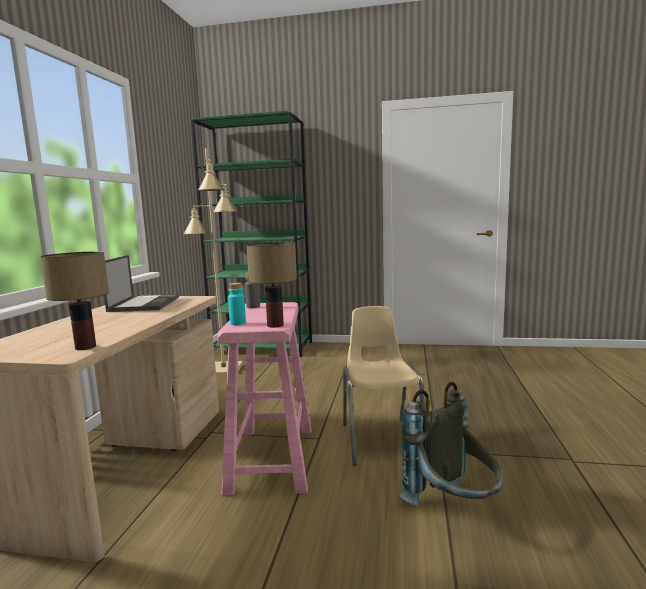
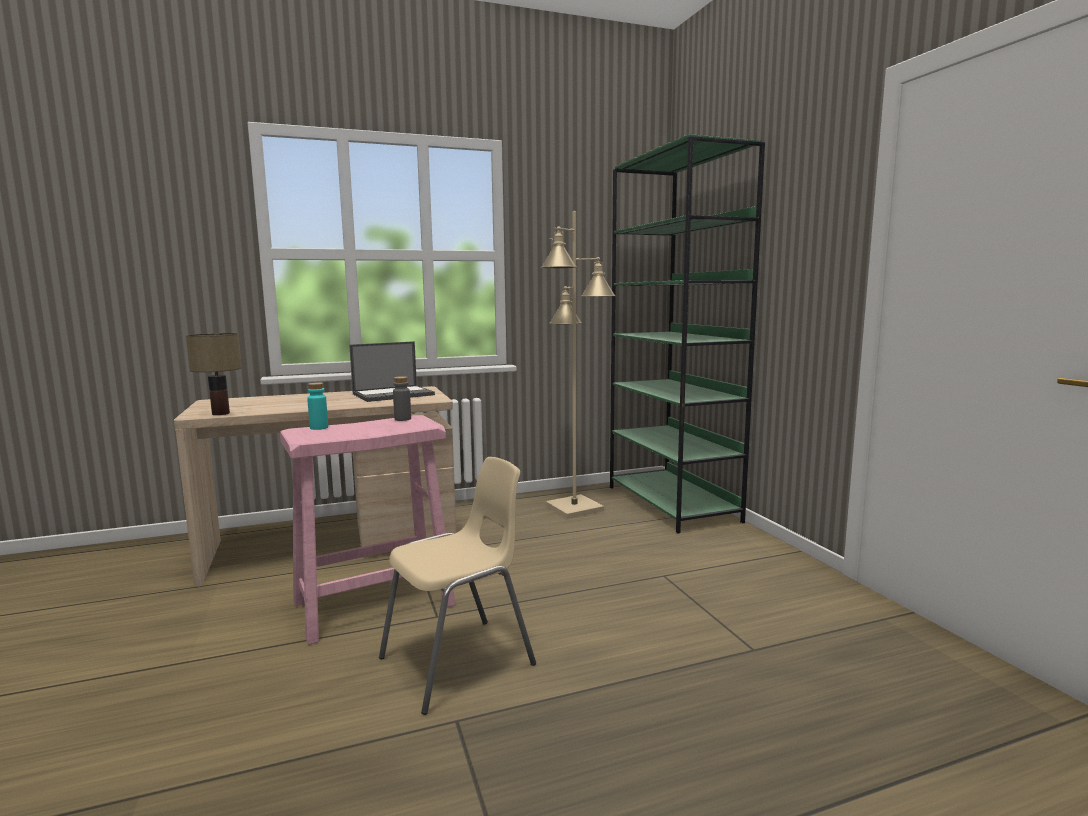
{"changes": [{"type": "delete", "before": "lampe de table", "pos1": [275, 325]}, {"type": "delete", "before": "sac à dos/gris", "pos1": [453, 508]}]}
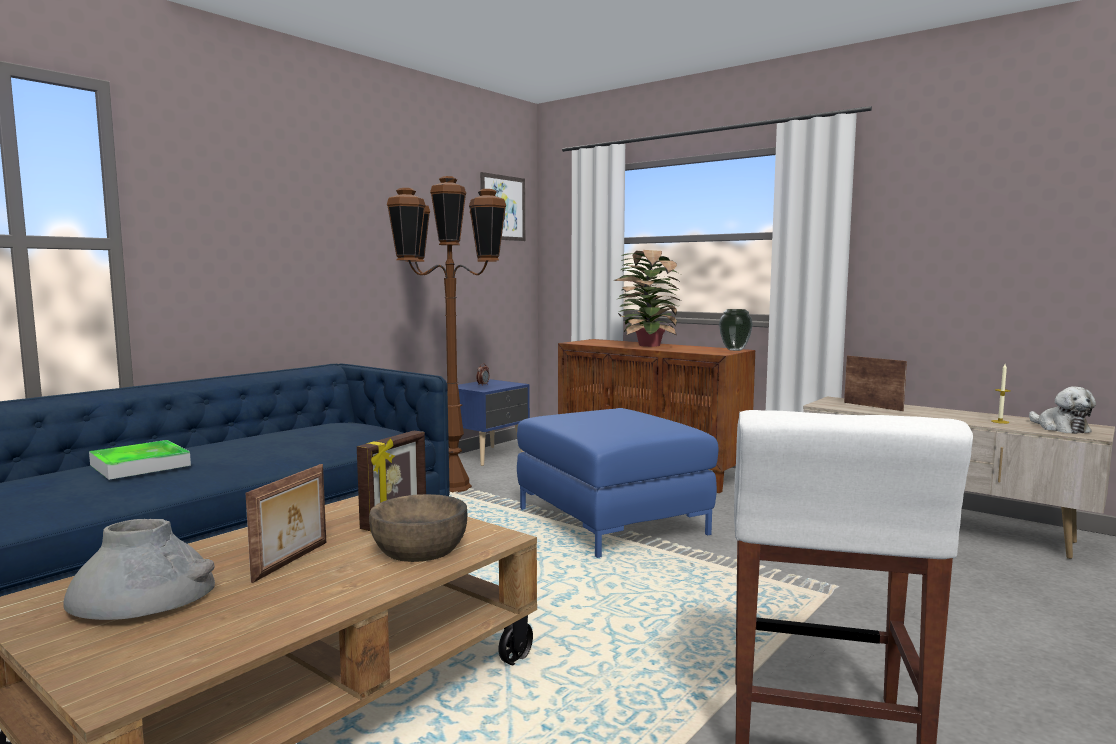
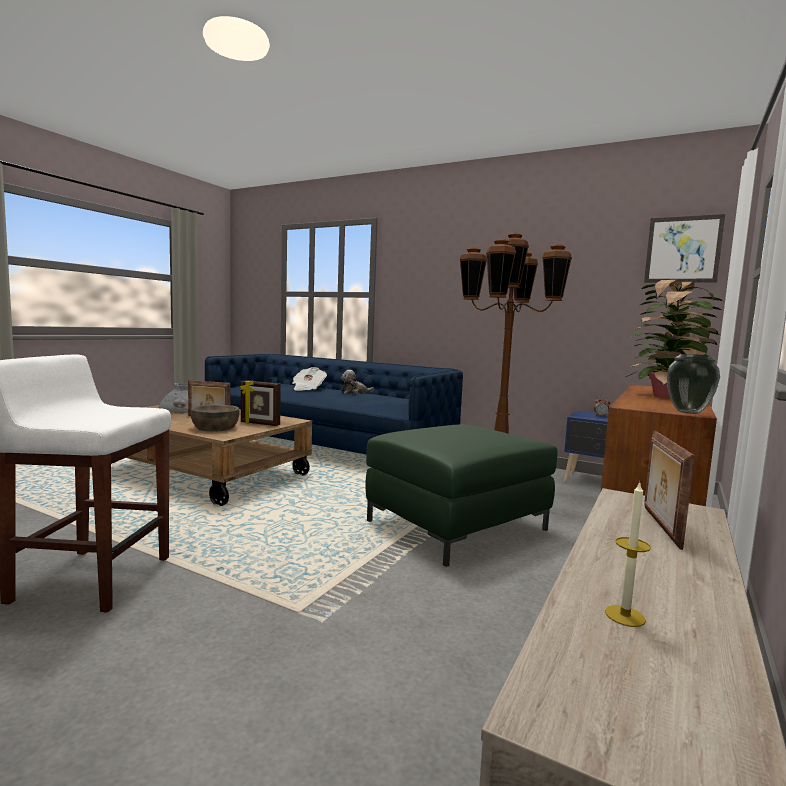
{"changes": [{"type": "move", "before": "peluche", "pos1": [1060, 428], "pos2": [355, 392]}, {"type": "replace", "before": "plateau", "after": "journal", "pos1": [140, 465], "pos2": [308, 389]}, {"type": "recolor", "before": "pouf/bleu", "after": "pouf/vert", "pos1": [610, 521], "pos2": [456, 526]}, {"type": "rotate", "before": "cadre photo", "pos1": [873, 406], "pos2": [659, 526], "turn": 150}]}
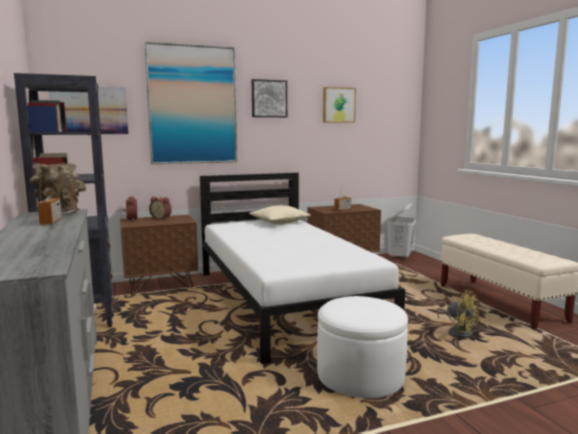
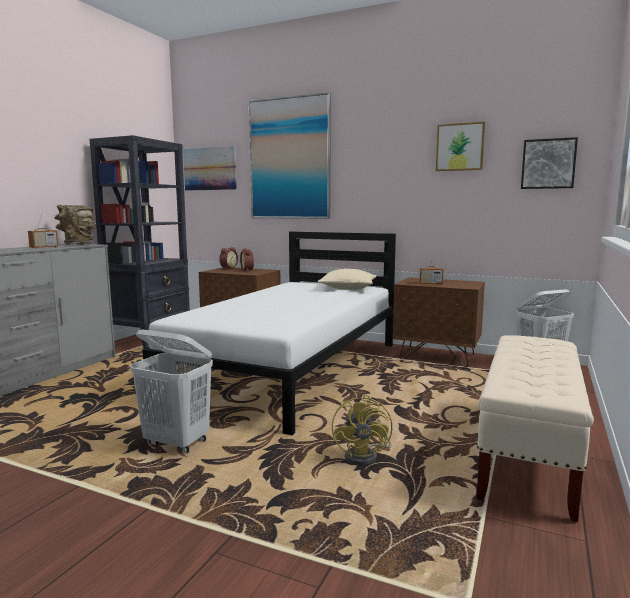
{"changes": [{"type": "move", "before": "tableau", "pos1": [269, 98], "pos2": [548, 164]}, {"type": "replace", "before": "pouf/blanc", "after": "panier à linge/blanc", "pos1": [360, 375], "pos2": [177, 443]}]}
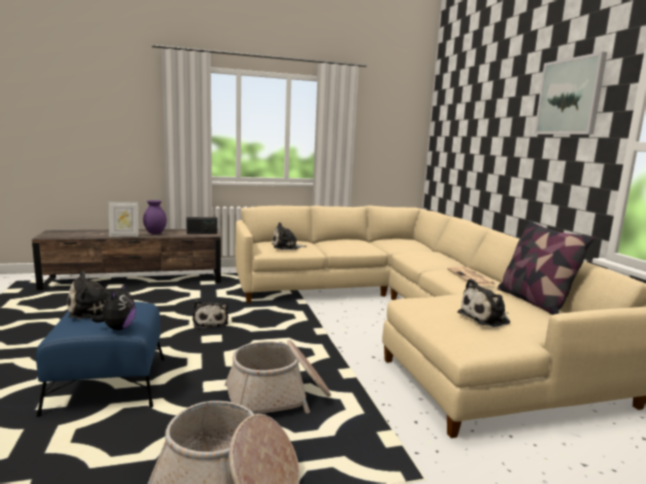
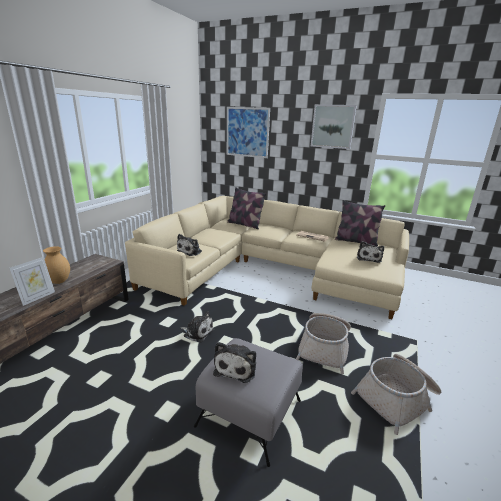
{"changes": [{"type": "delete", "before": "peluche", "pos1": [118, 328]}, {"type": "delete", "before": "radio", "pos1": [202, 233]}, {"type": "insert", "after": "tableau", "pos2": [247, 132]}, {"type": "insert", "after": "coussin", "pos2": [245, 224]}, {"type": "recolor", "before": "pouf/bleu", "after": "pouf/gris", "pos1": [109, 385], "pos2": [249, 413]}, {"type": "recolor", "before": "vase/violet", "after": "vase/marron", "pos1": [155, 233], "pos2": [59, 281]}]}
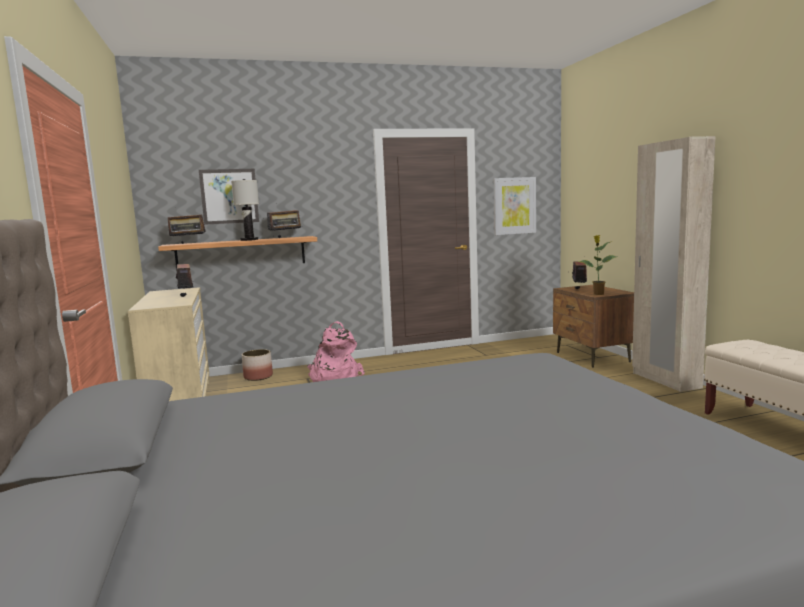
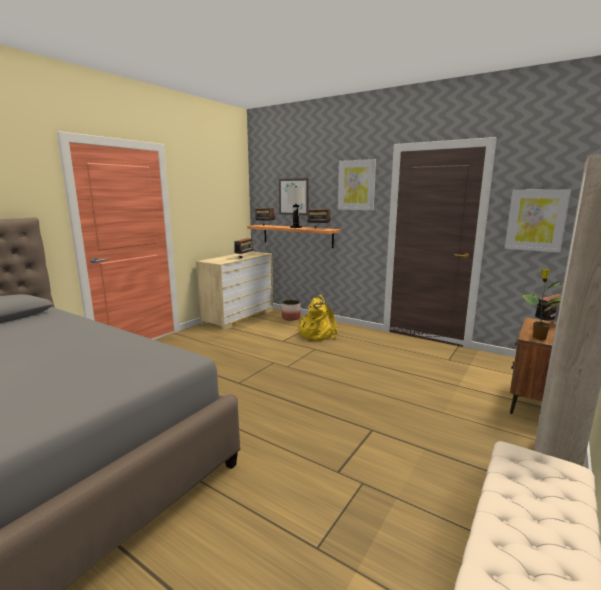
{"changes": [{"type": "insert", "after": "tableau", "pos2": [356, 185]}, {"type": "recolor", "before": "sac à dos/rose", "after": "sac à dos/jaune", "pos1": [334, 378], "pos2": [317, 334]}]}
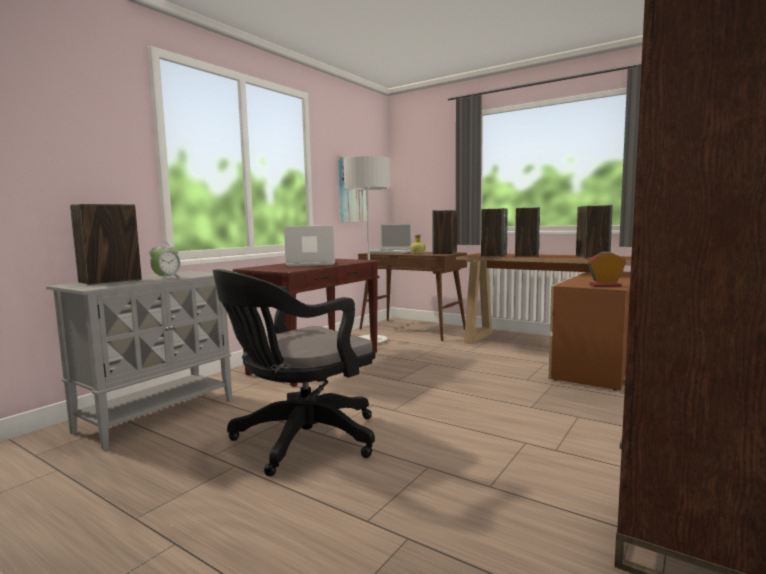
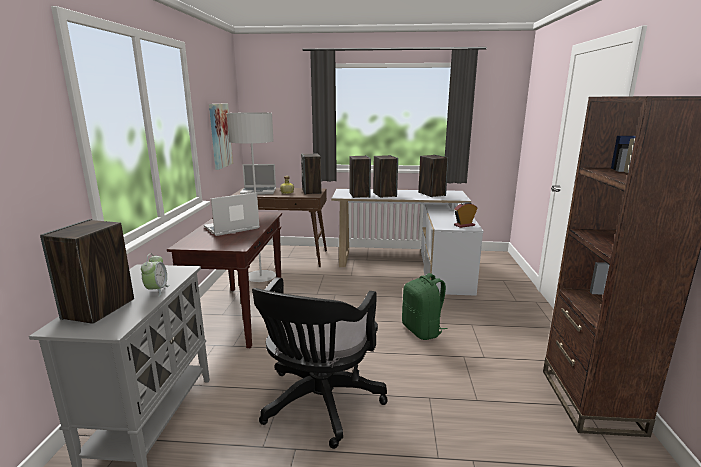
{"changes": [{"type": "insert", "after": "sac à dos/vert", "pos2": [422, 331]}, {"type": "recolor", "before": "bureau/marron", "after": "bureau/blanc", "pos1": [557, 353], "pos2": [410, 266]}]}
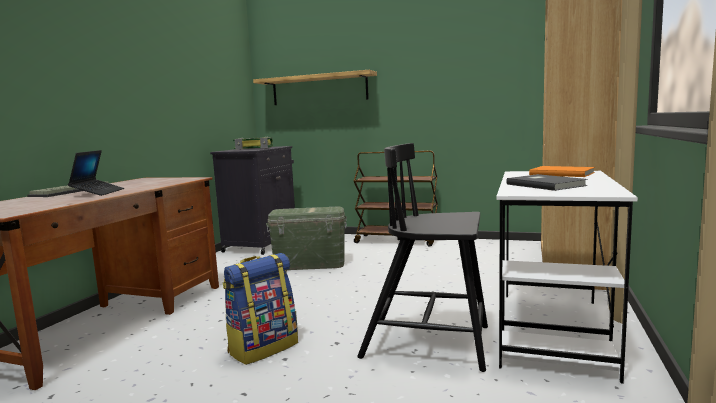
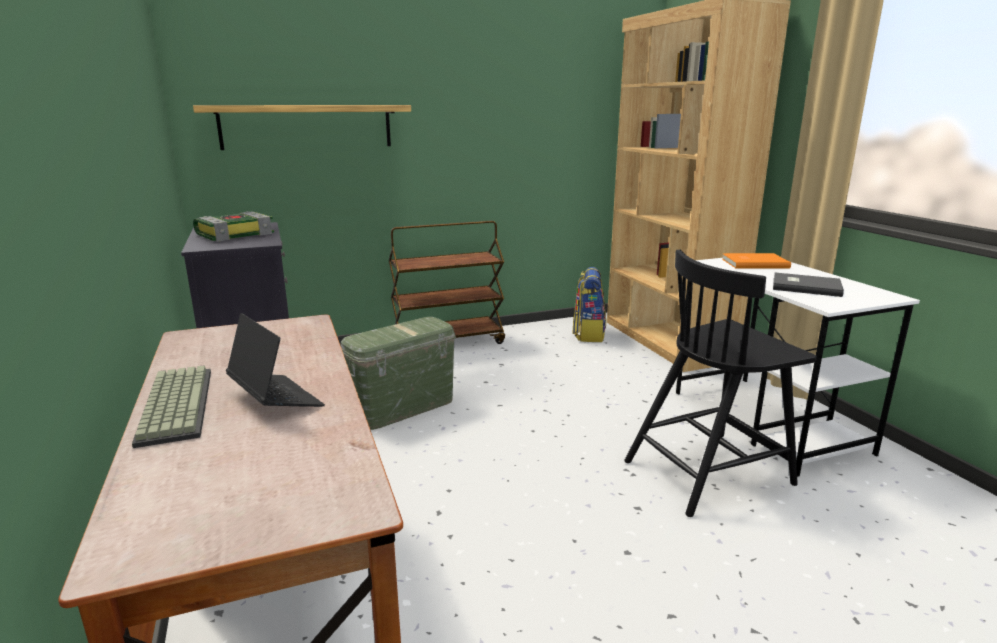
{"changes": [{"type": "move", "before": "sac à dos", "pos1": [263, 348], "pos2": [588, 334]}]}
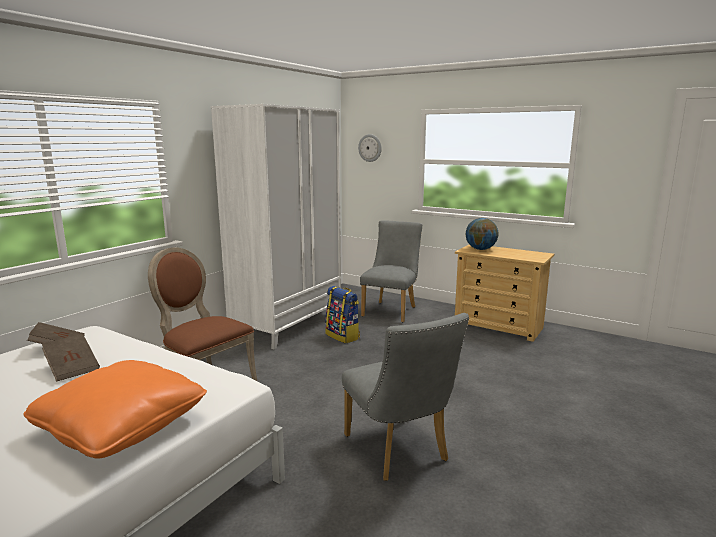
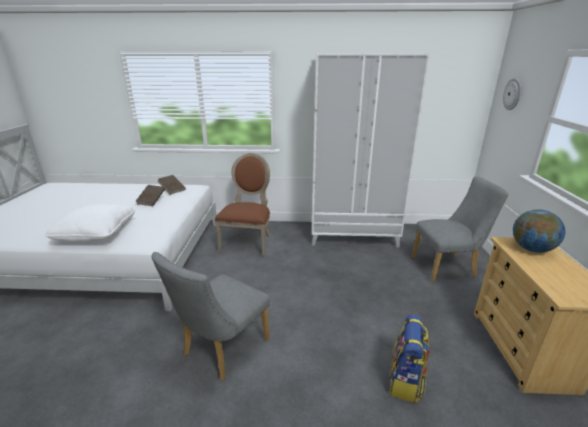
{"changes": [{"type": "move", "before": "sac à dos", "pos1": [343, 336], "pos2": [406, 381]}, {"type": "recolor", "before": "coussin/orange", "after": "coussin/blanc", "pos1": [122, 426], "pos2": [96, 233]}]}
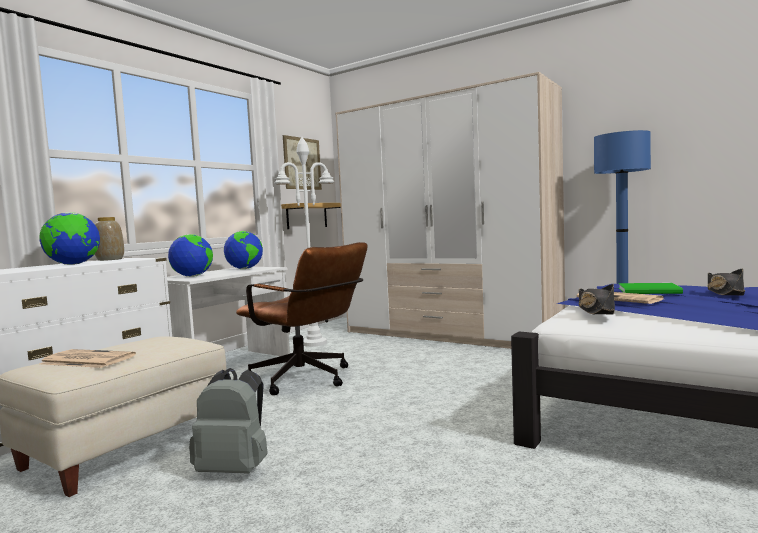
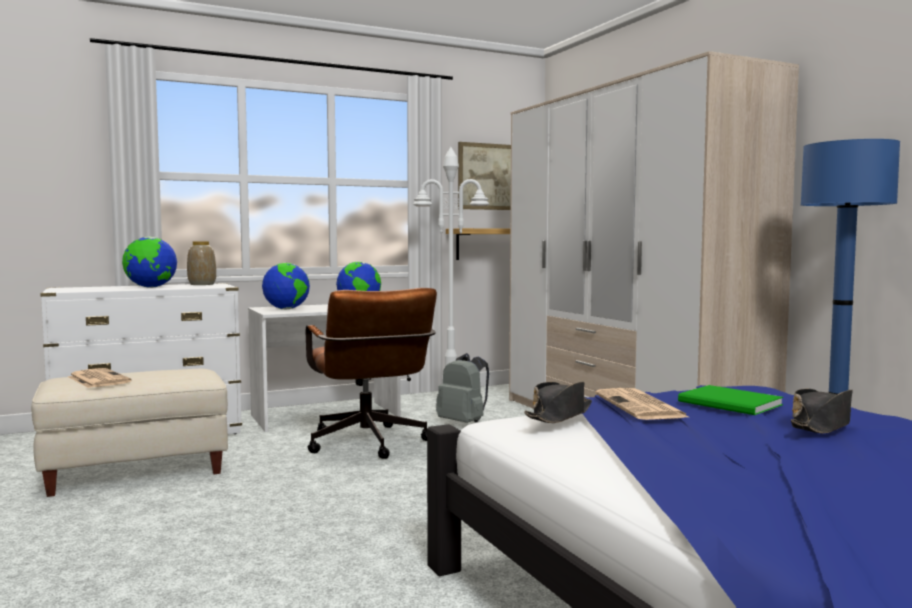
{"changes": [{"type": "move", "before": "sac à dos/gris", "pos1": [235, 469], "pos2": [464, 423]}]}
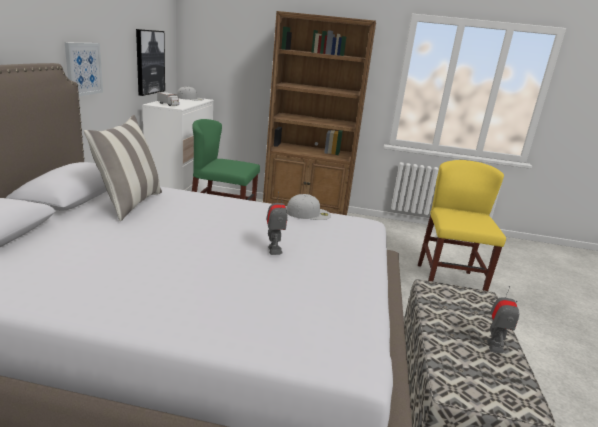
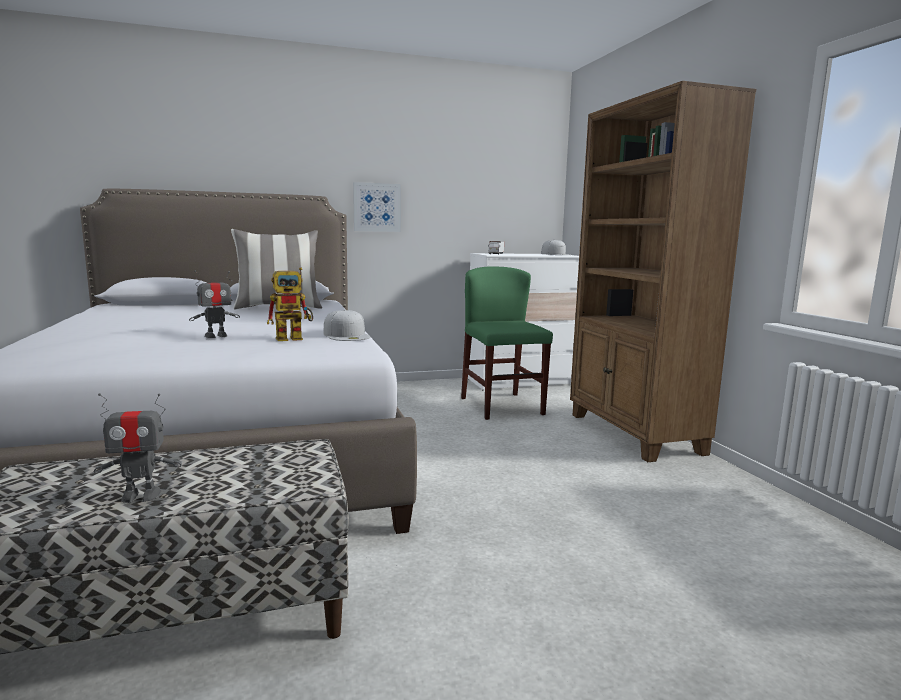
{"changes": [{"type": "delete", "before": "tableau", "pos1": [149, 62]}, {"type": "delete", "before": "chaise/jaune", "pos1": [448, 283]}, {"type": "insert", "after": "robot jouet", "pos2": [295, 338]}]}
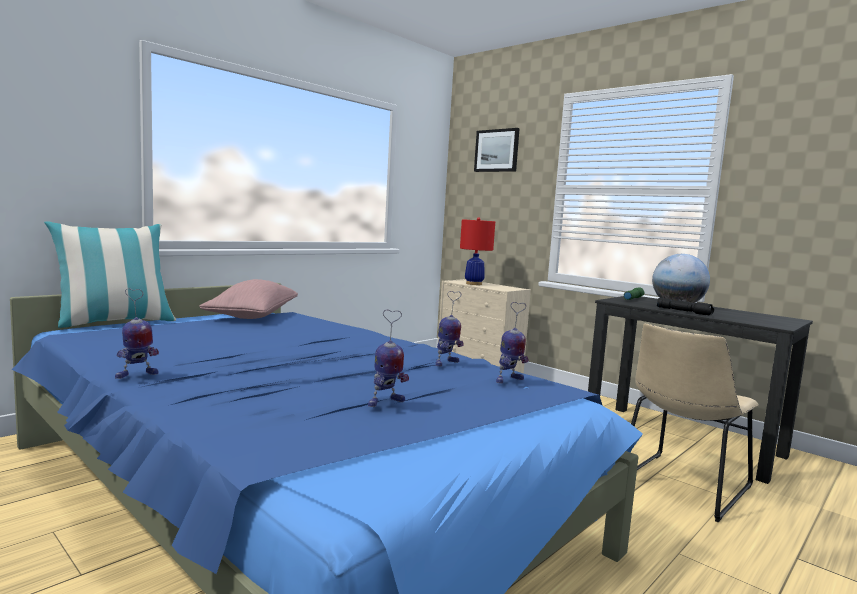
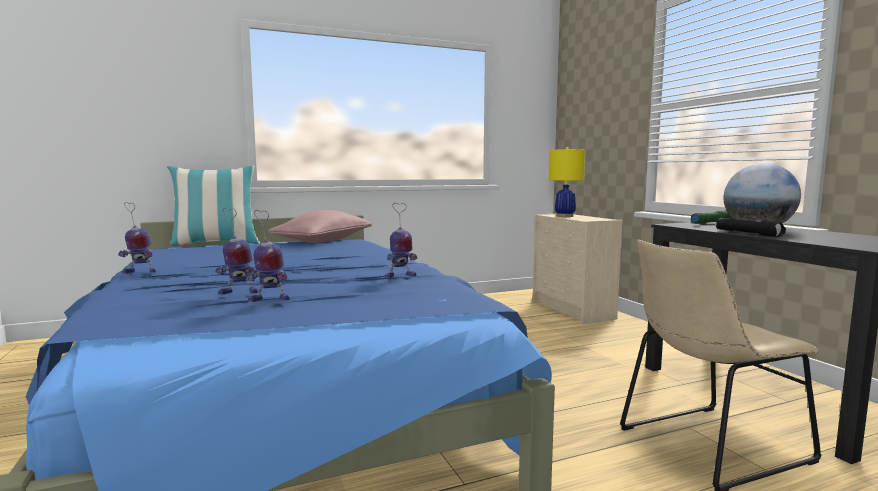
{"changes": [{"type": "delete", "before": "tableau", "pos1": [497, 150]}, {"type": "move", "before": "robot jouet", "pos1": [508, 380], "pos2": [238, 293]}, {"type": "recolor", "before": "lampe de table/rouge", "after": "lampe de table/jaune", "pos1": [474, 284], "pos2": [564, 216]}]}
